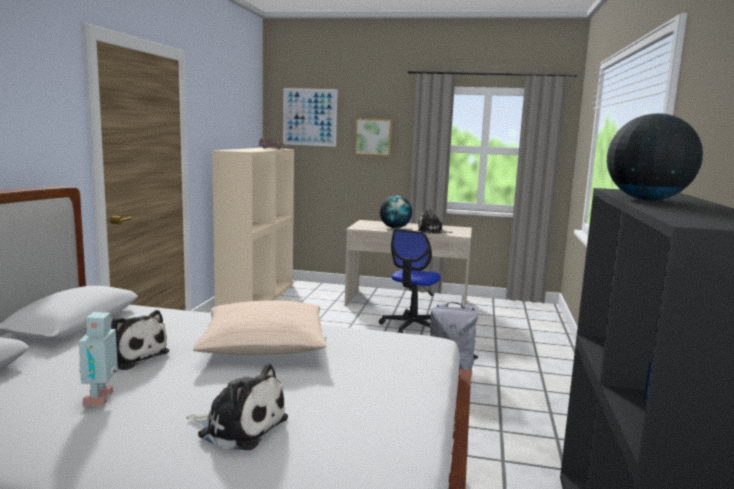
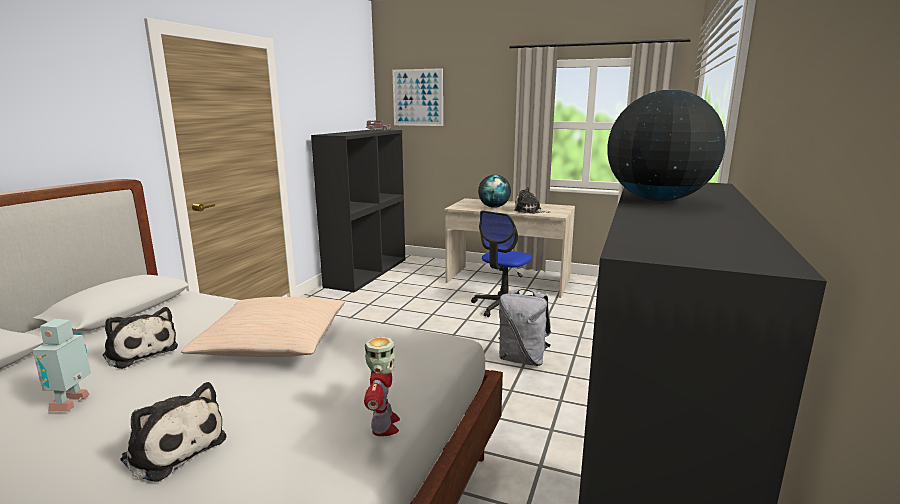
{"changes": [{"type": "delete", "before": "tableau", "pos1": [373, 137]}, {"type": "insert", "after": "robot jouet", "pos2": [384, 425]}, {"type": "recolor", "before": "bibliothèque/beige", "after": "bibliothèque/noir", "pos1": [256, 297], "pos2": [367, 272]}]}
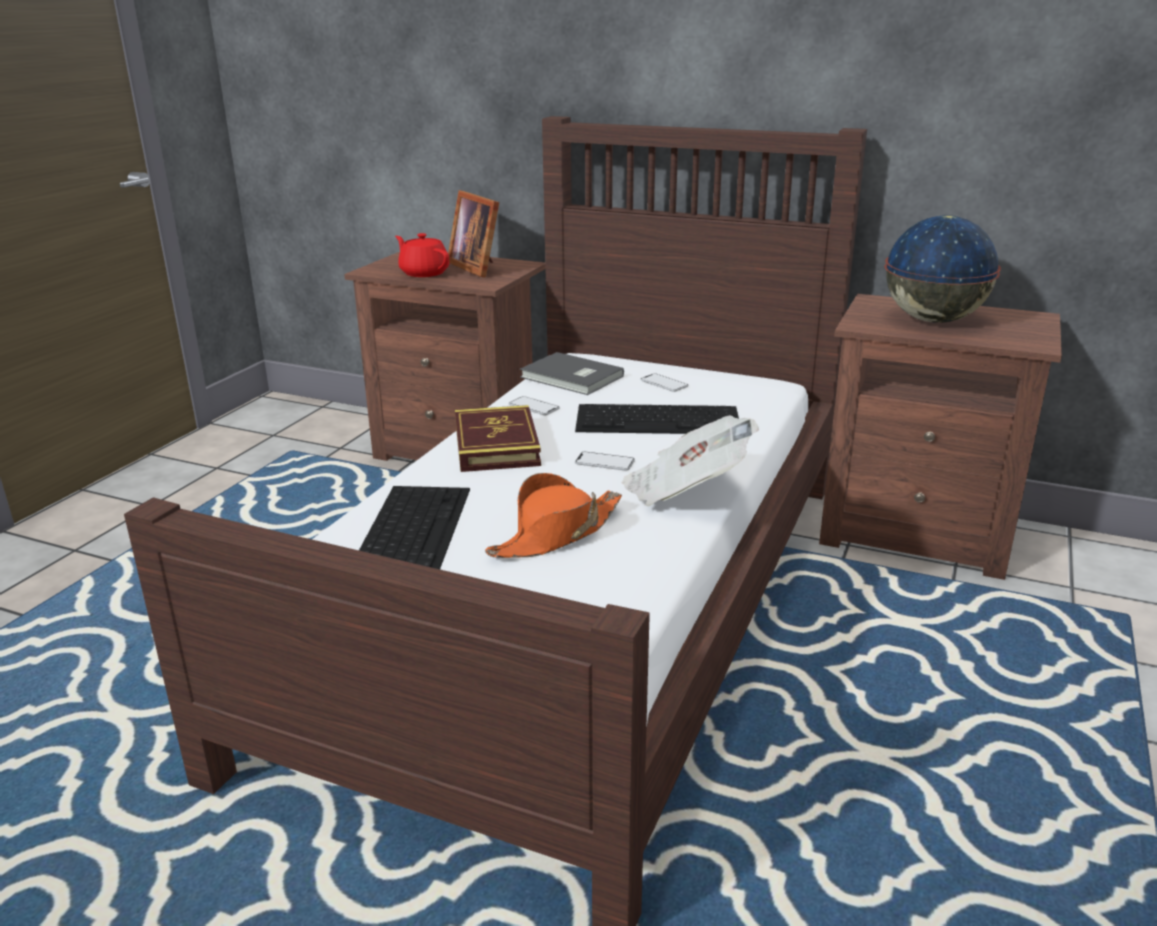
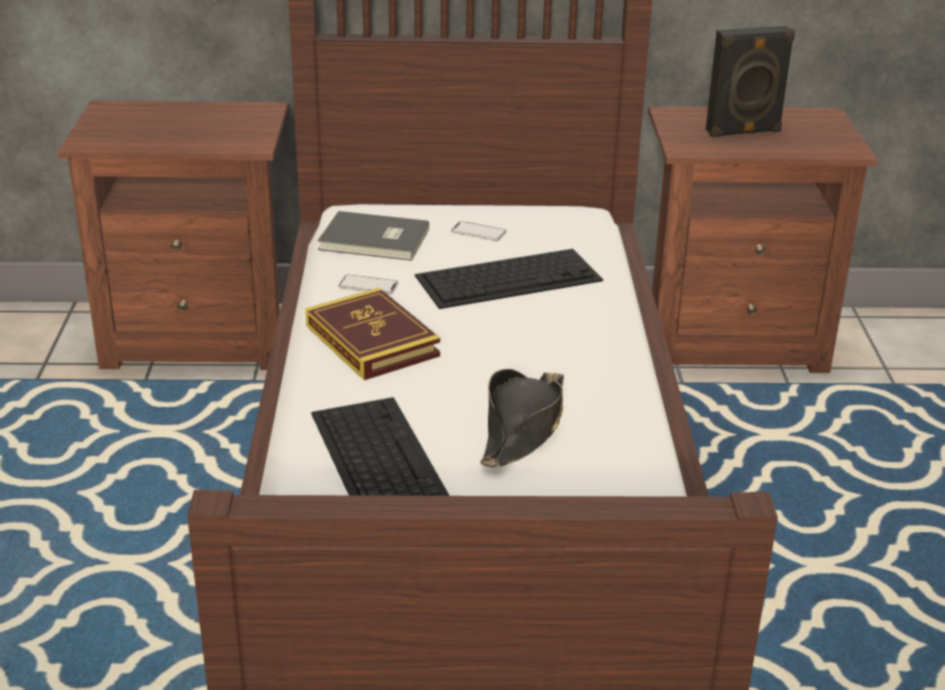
{"changes": [{"type": "delete", "before": "théière/rouge", "pos1": [424, 273]}, {"type": "delete", "before": "cadre photo", "pos1": [478, 267]}, {"type": "delete", "before": "téléphone", "pos1": [604, 462]}, {"type": "delete", "before": "journal", "pos1": [685, 490]}, {"type": "replace", "before": "globe", "after": "enceinte/noir", "pos1": [933, 320], "pos2": [744, 132]}, {"type": "recolor", "before": "chapeau/orange", "after": "chapeau/noir", "pos1": [556, 534], "pos2": [523, 429]}]}
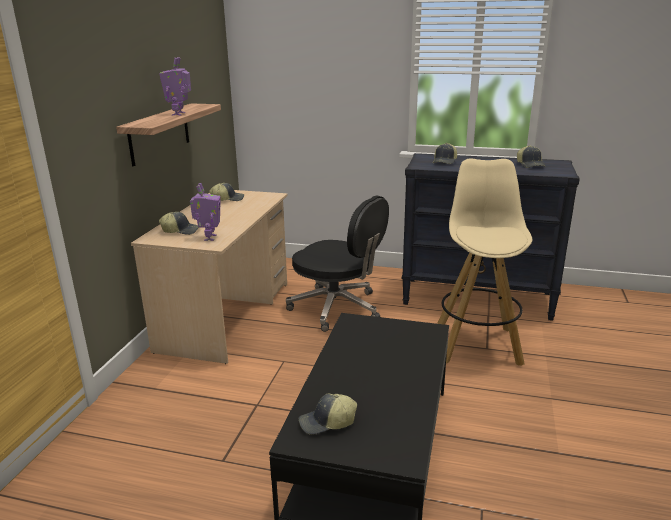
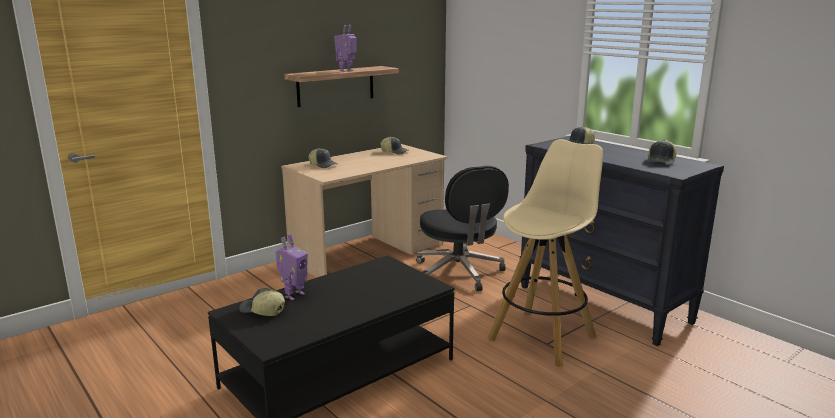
{"changes": [{"type": "move", "before": "robot jouet", "pos1": [209, 238], "pos2": [293, 295]}]}
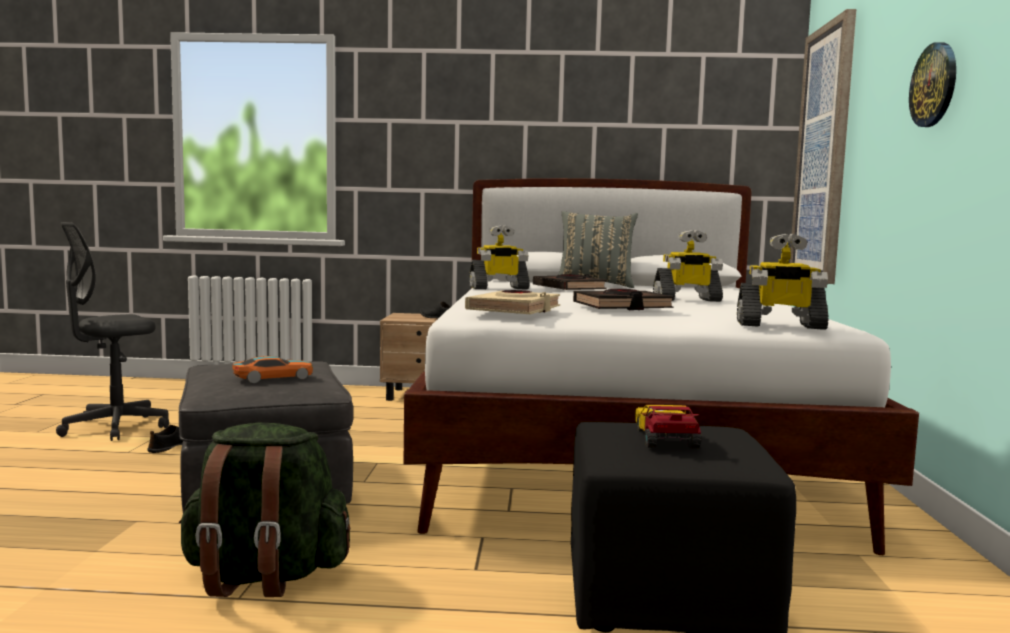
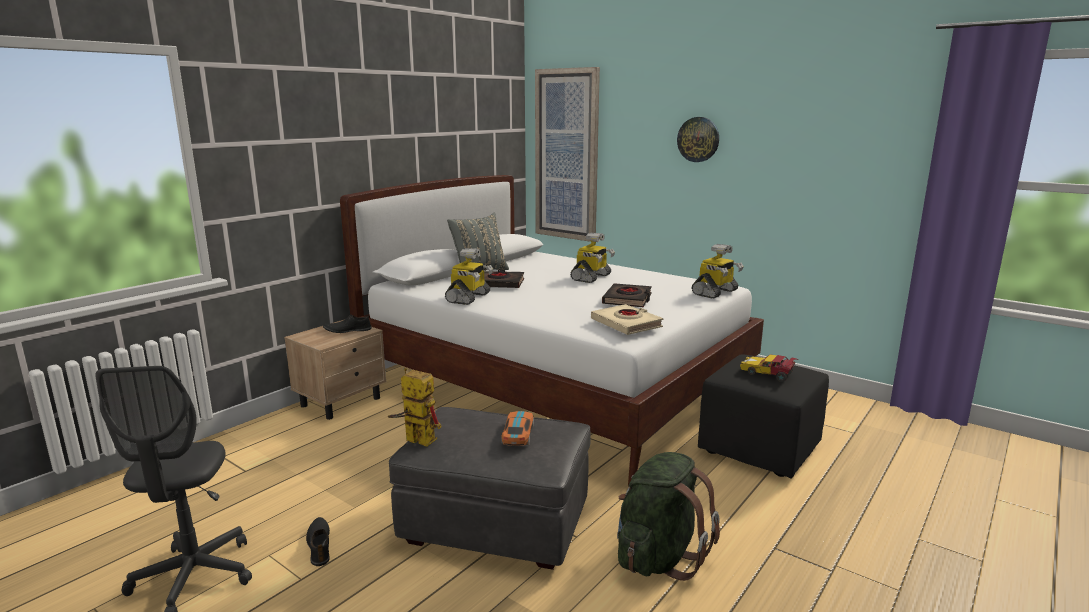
{"changes": [{"type": "insert", "after": "robot jouet", "pos2": [414, 439]}]}
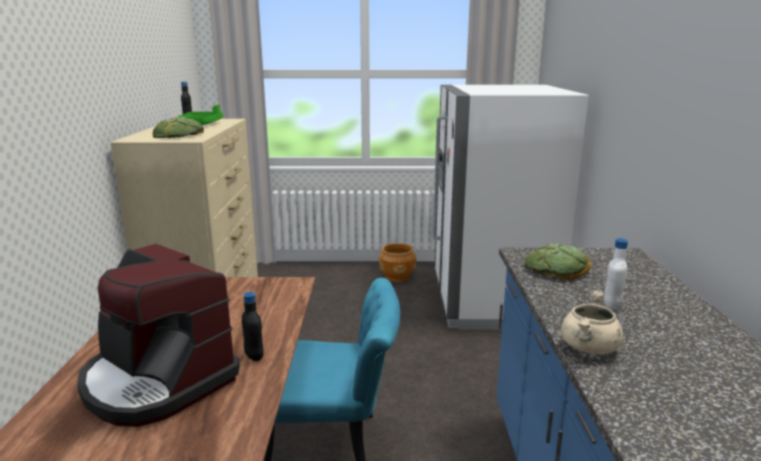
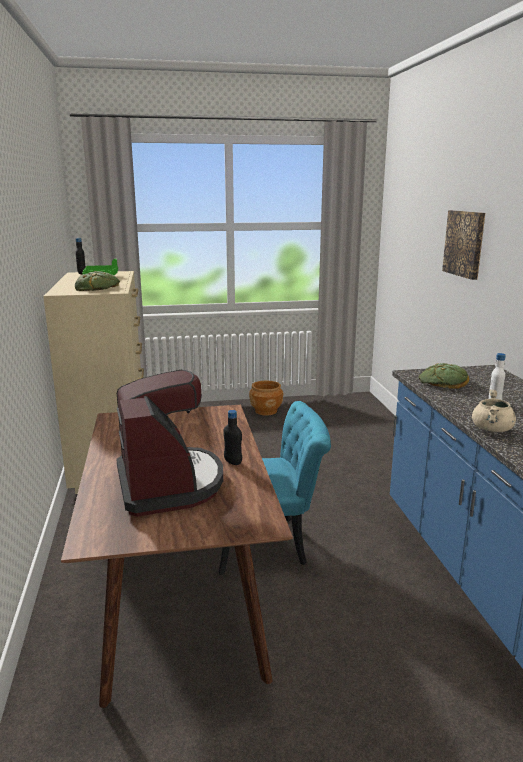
{"changes": [{"type": "delete", "before": "réfrigérateur/blanc", "pos1": [490, 301]}, {"type": "insert", "after": "tableau", "pos2": [465, 243]}, {"type": "rotate", "before": "machine à café", "pos1": [157, 381], "pos2": [169, 484], "turn": -135}]}
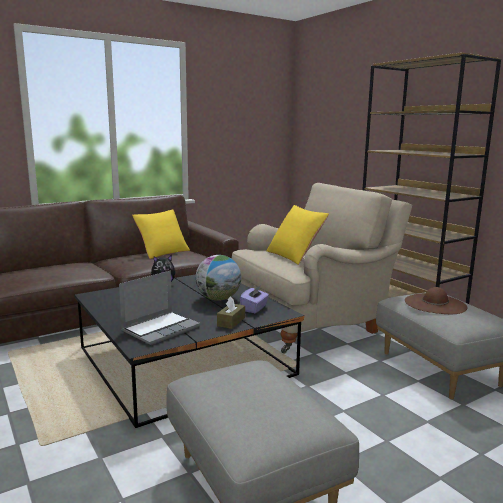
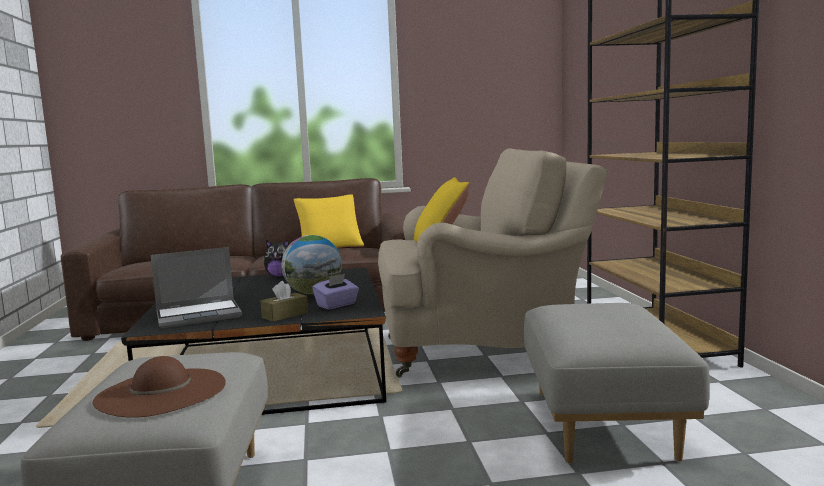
{"changes": [{"type": "move", "before": "chapeau/marron", "pos1": [435, 304], "pos2": [161, 392]}]}
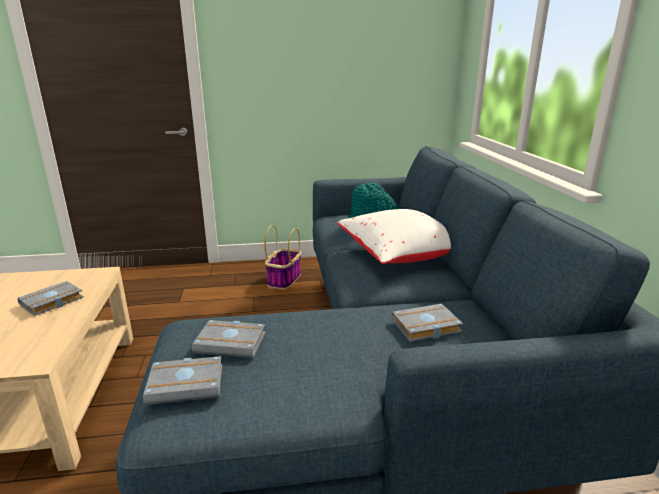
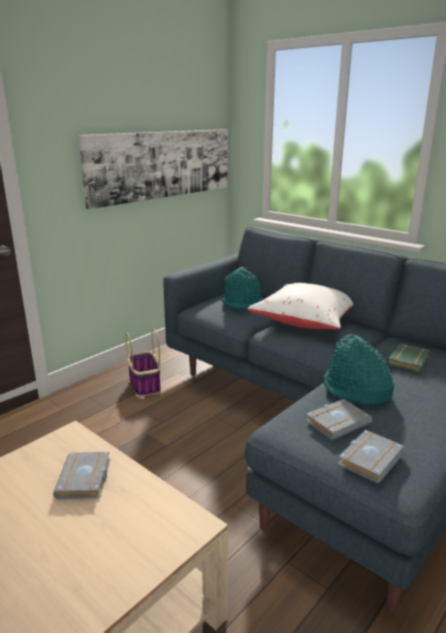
{"changes": [{"type": "insert", "after": "tableau", "pos2": [162, 164]}, {"type": "insert", "after": "chapeau/turquoise", "pos2": [355, 390]}, {"type": "recolor", "before": "livre/gris", "after": "livre/vert", "pos1": [425, 327], "pos2": [409, 362]}]}
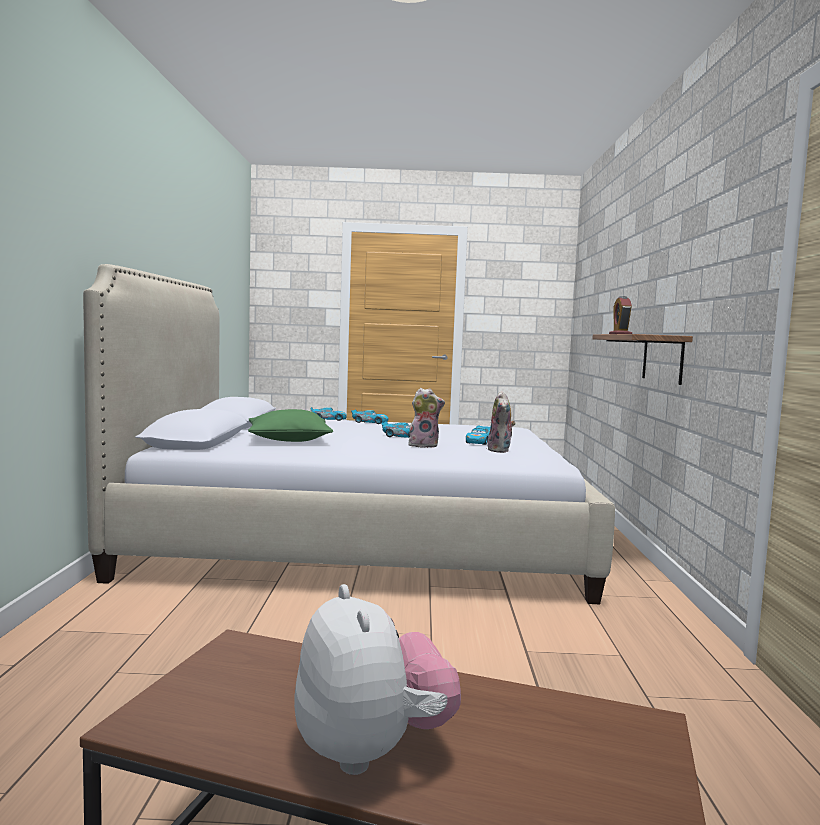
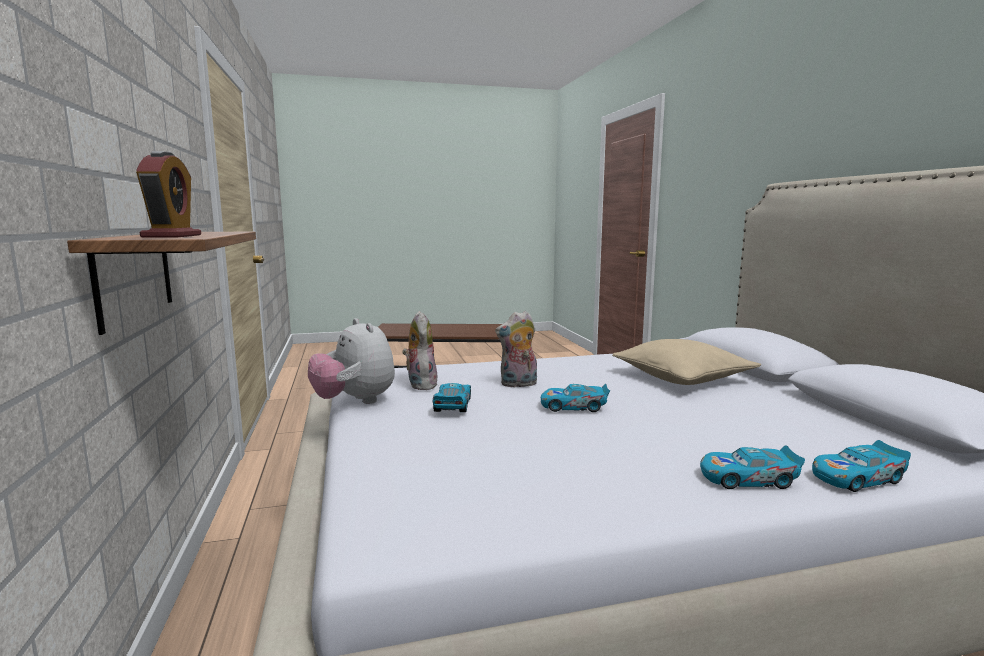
{"changes": [{"type": "move", "before": "peluche", "pos1": [371, 751], "pos2": [355, 401]}, {"type": "recolor", "before": "coussin/vert", "after": "coussin/beige", "pos1": [288, 440], "pos2": [682, 378]}]}
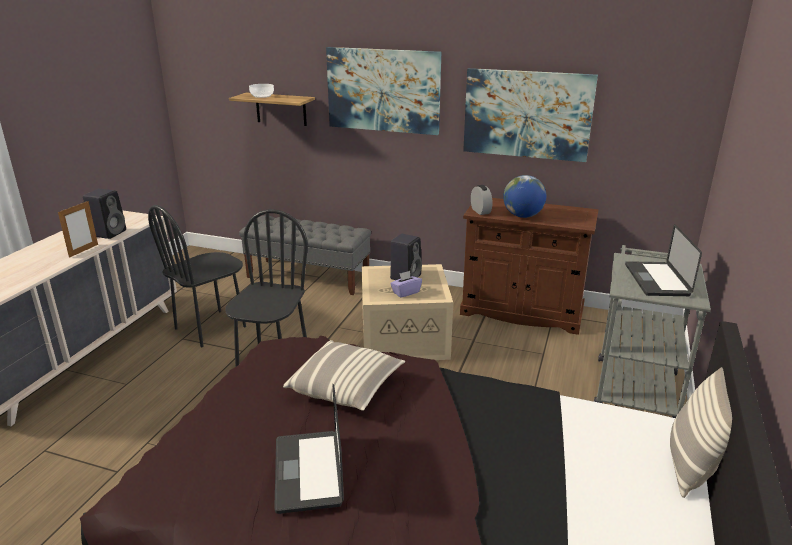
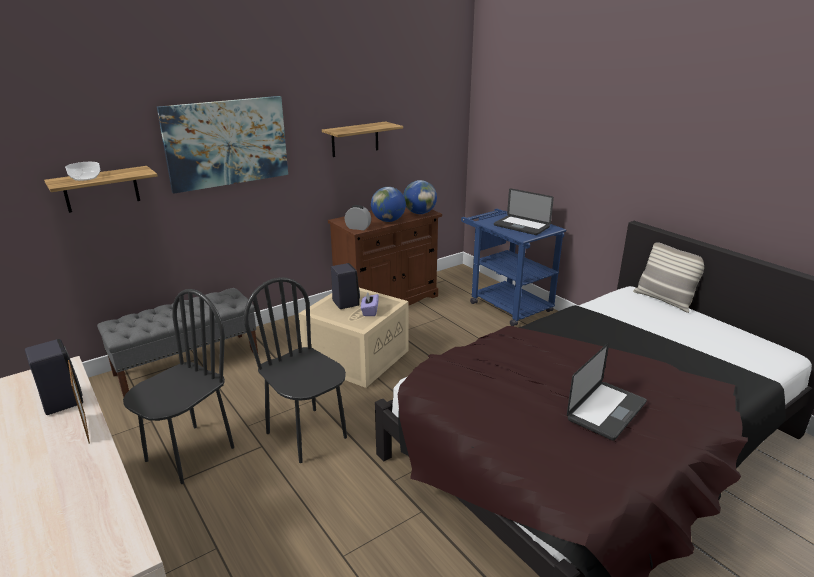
{"changes": [{"type": "delete", "before": "coussin", "pos1": [346, 387]}, {"type": "insert", "after": "globe", "pos2": [419, 213]}, {"type": "replace", "before": "tableau", "after": "étagère", "pos1": [527, 114], "pos2": [355, 139]}, {"type": "recolor", "before": "chariot/gris", "after": "chariot/bleu", "pos1": [636, 383], "pos2": [505, 304]}, {"type": "rotate", "before": "chaise/noir", "pos1": [210, 328], "pos2": [190, 453], "turn": -135}, {"type": "rotate", "before": "ordinateur portable", "pos1": [308, 472], "pos2": [606, 411], "turn": -75}]}
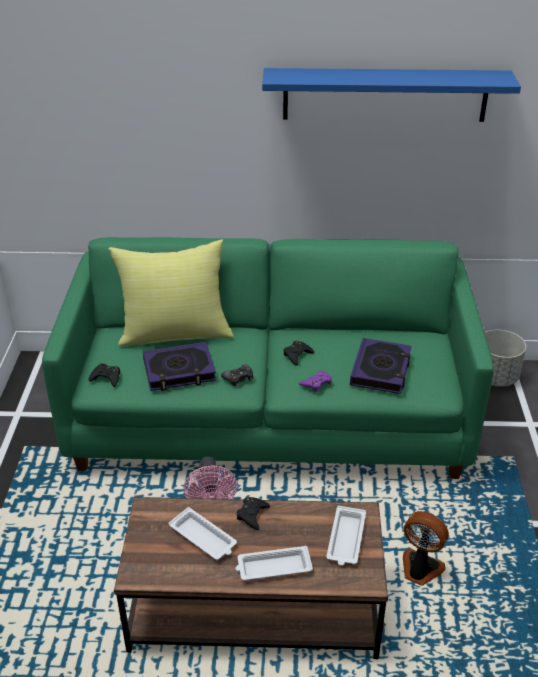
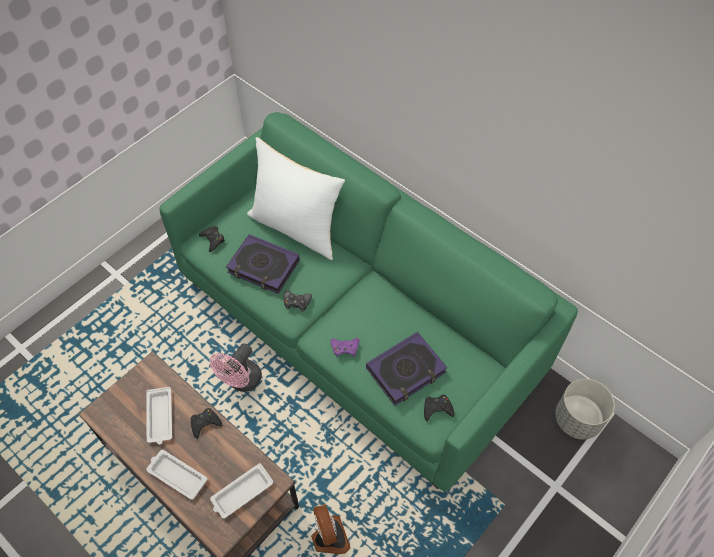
{"changes": [{"type": "delete", "before": "étagère/bleu", "pos1": [385, 94]}, {"type": "move", "before": "manette/noir", "pos1": [297, 355], "pos2": [437, 409]}, {"type": "recolor", "before": "coussin/jaune", "after": "coussin/blanc", "pos1": [175, 333], "pos2": [297, 227]}]}
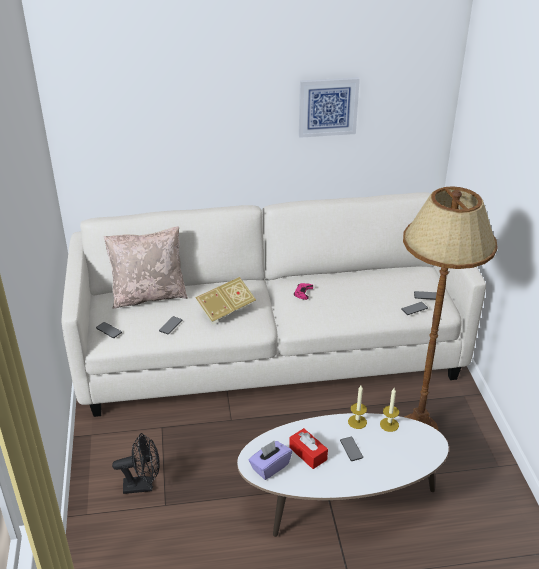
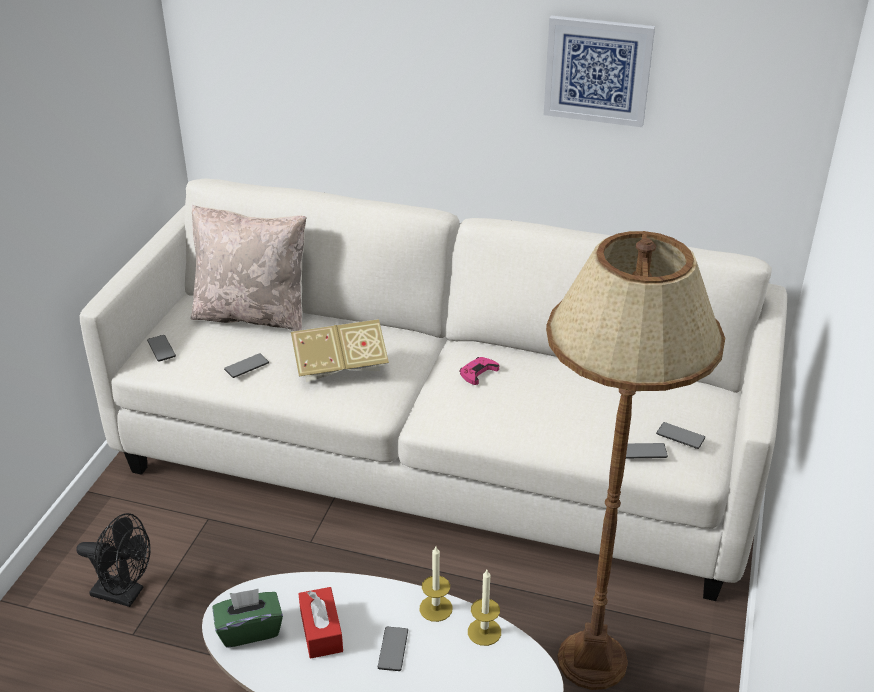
{"changes": [{"type": "recolor", "before": "boîte à mouchoirs/violet", "after": "boîte à mouchoirs/vert", "pos1": [270, 467], "pos2": [249, 630]}]}
